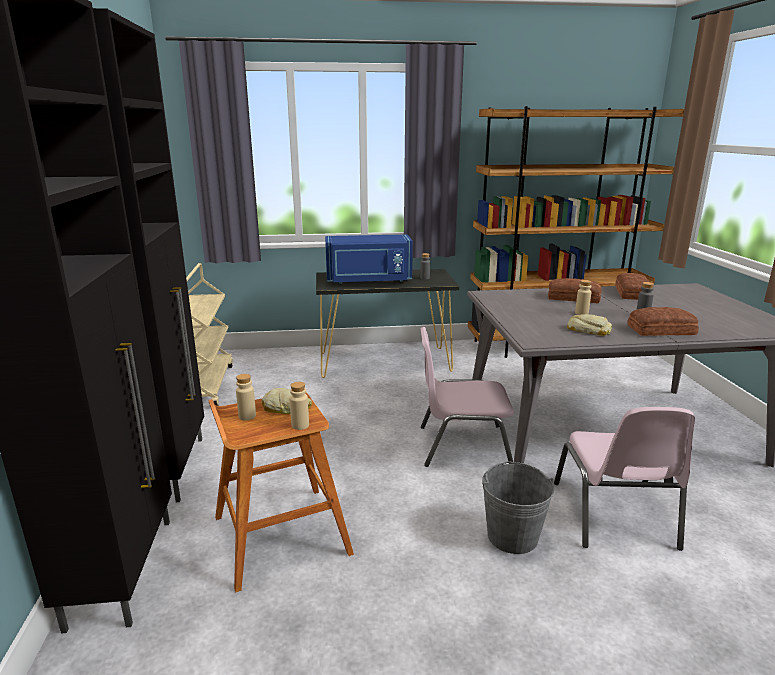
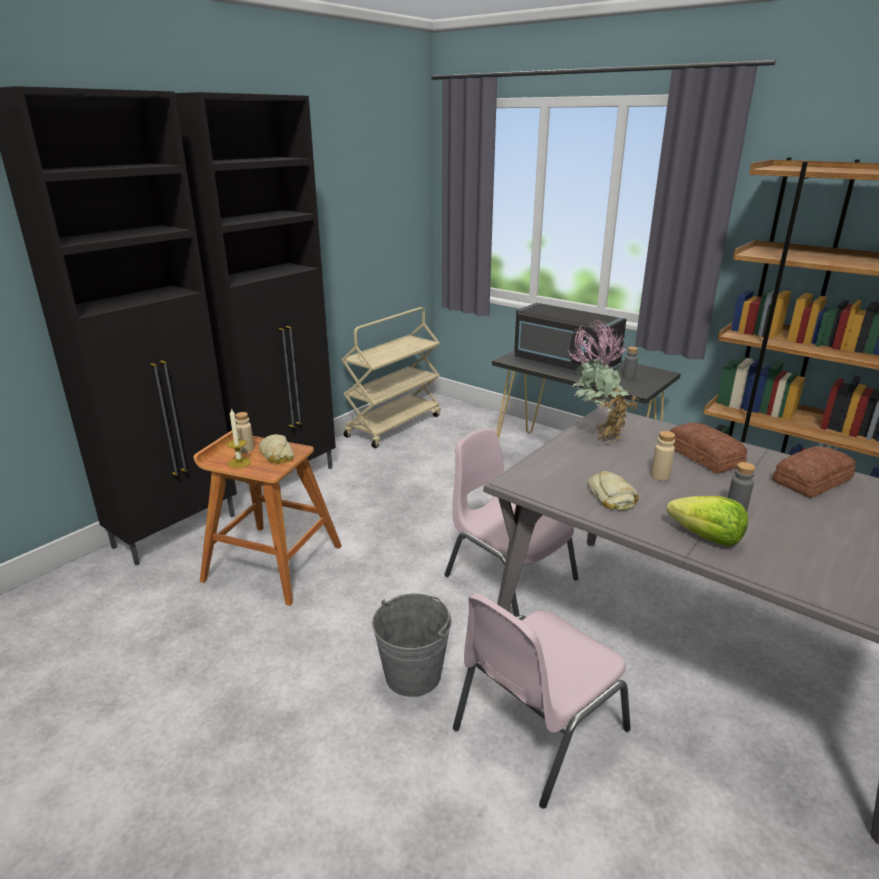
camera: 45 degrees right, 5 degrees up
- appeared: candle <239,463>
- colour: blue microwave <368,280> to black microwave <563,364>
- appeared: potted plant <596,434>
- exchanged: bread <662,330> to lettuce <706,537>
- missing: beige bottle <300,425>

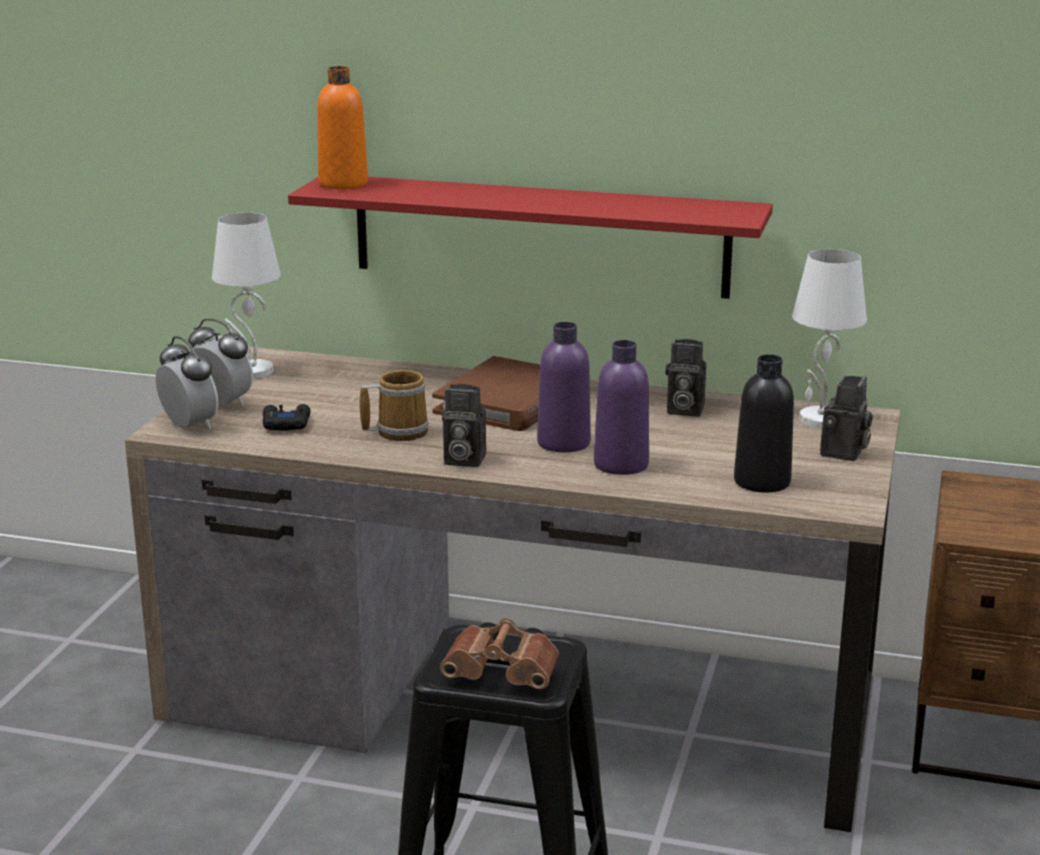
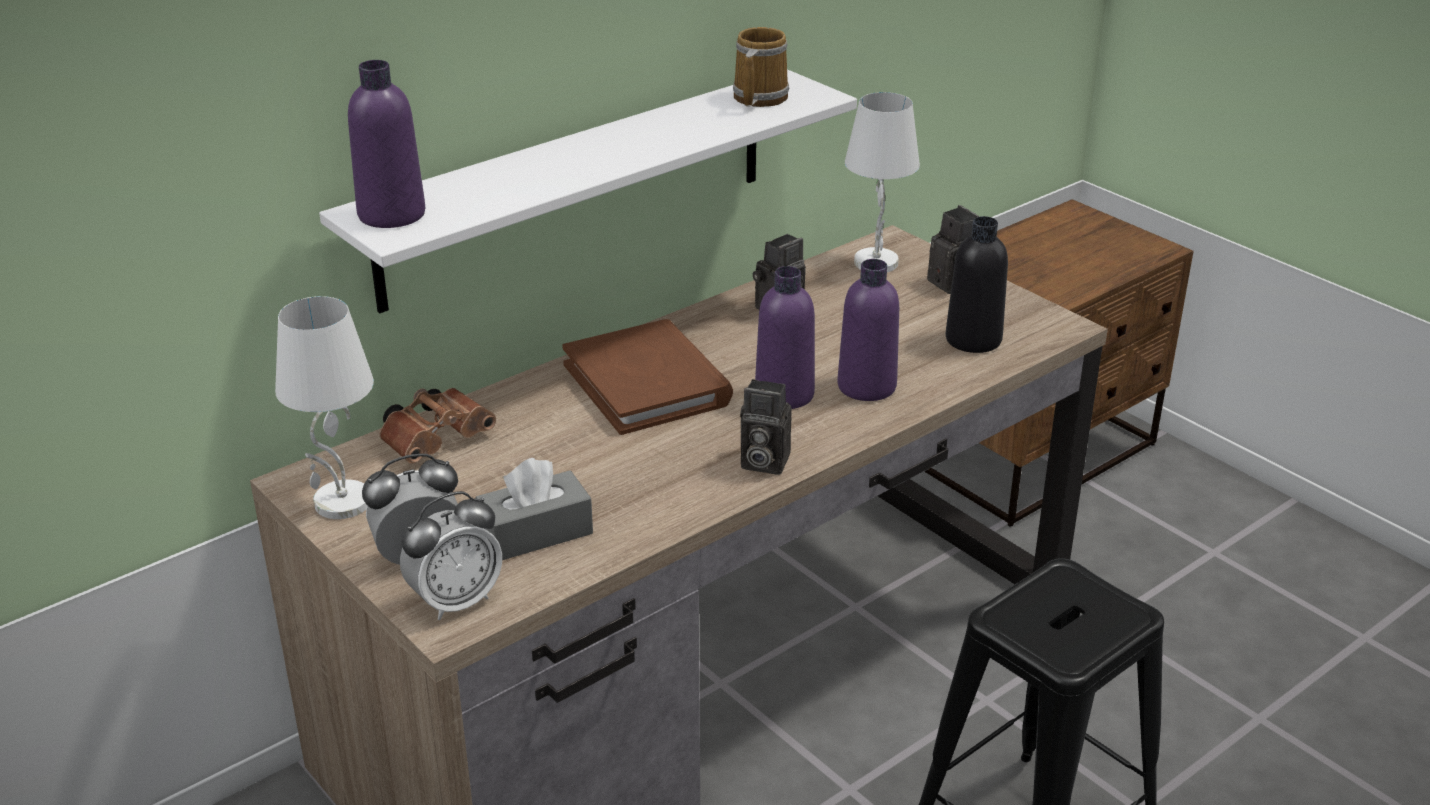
camera: 55 degrees left, 10 degrees up
- colour: red shelf <539,235> to white shelf <577,187>
- colour: orange bottle <343,184> to purple bottle <391,214>
- relocated: brown binoculars <505,675> to <439,439>
- spun: alarm clock <189,426> = <455,601> 150 degrees clockwise
- exchanged: black game controller <286,424> to grey tissue box <535,533>
- relocated: mug <398,431> to <757,98>
- spun: photo camera <462,460> = <761,462> 60 degrees clockwise

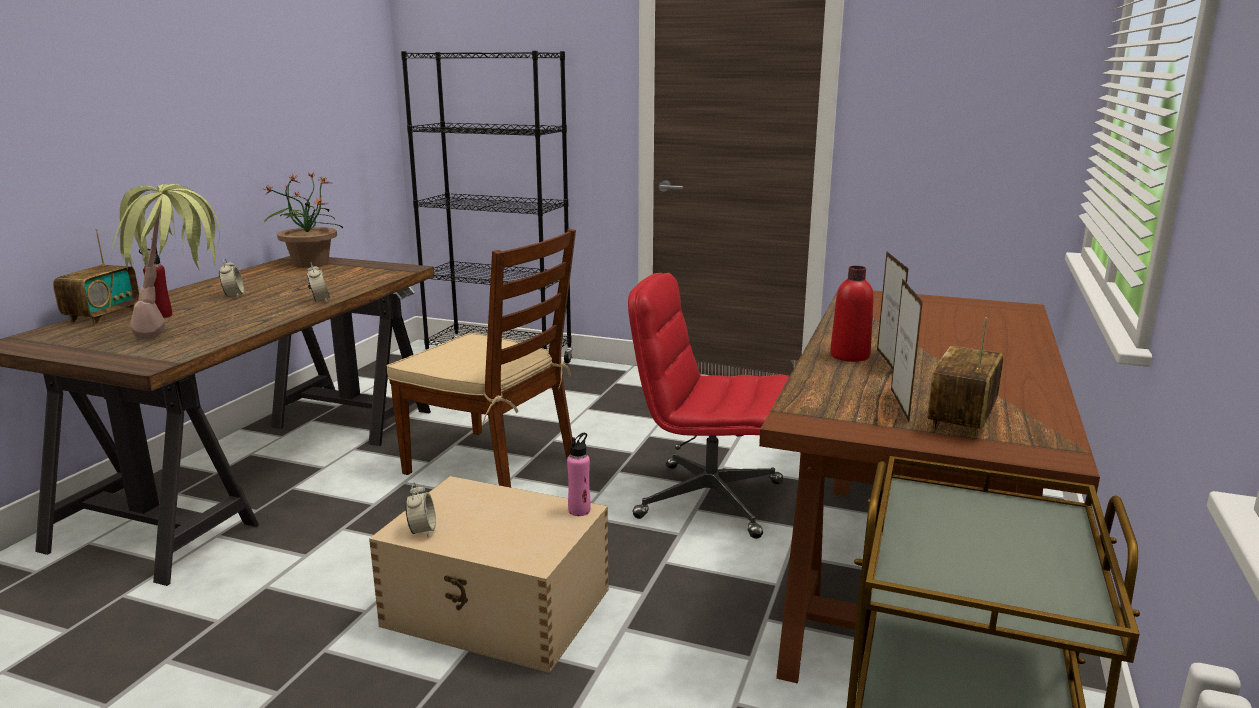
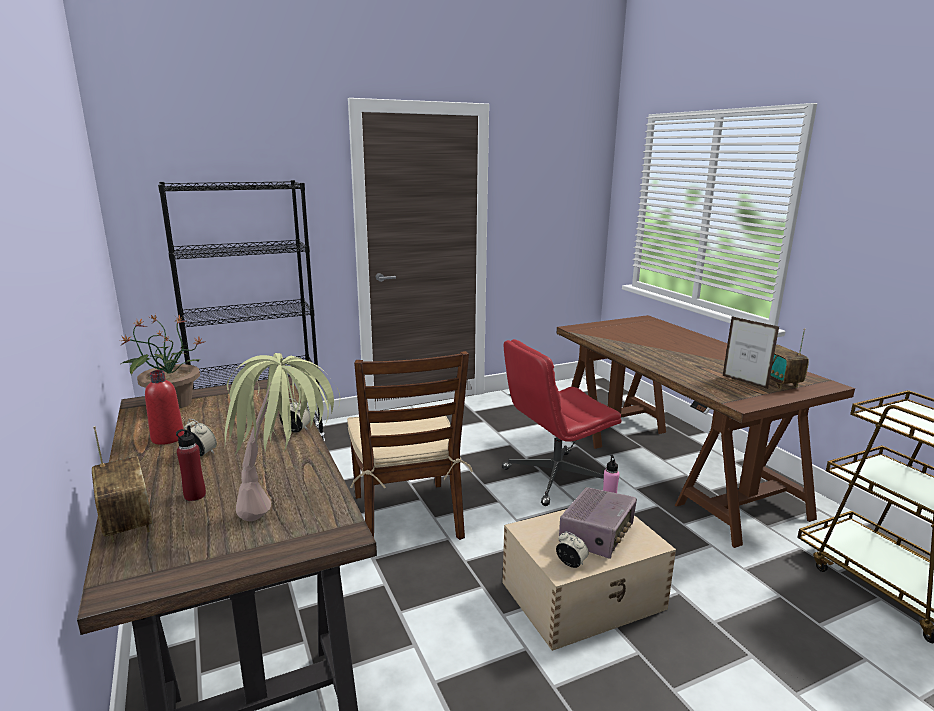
camera: 45 degrees left, 0 degrees up
- relocated: red bottle <849,356> to <168,438>
- spun: brown chair <492,465> = <407,517> 90 degrees clockwise
- appeared: radio <597,534>
- missing: picture frame <886,362>

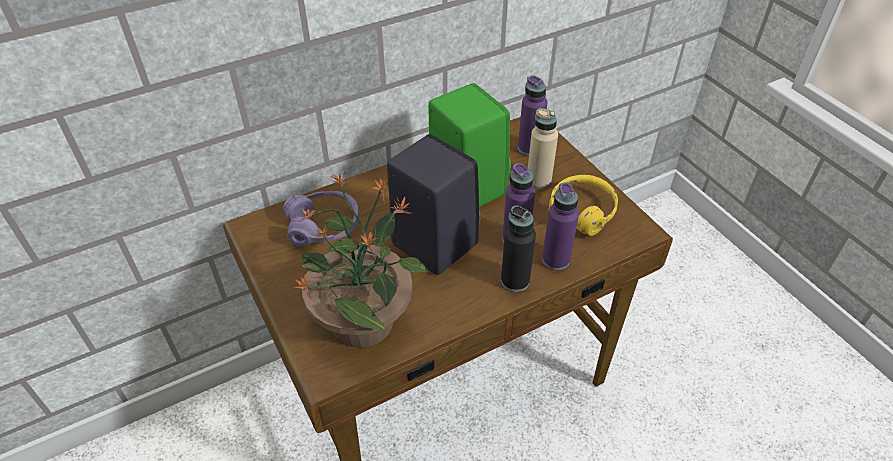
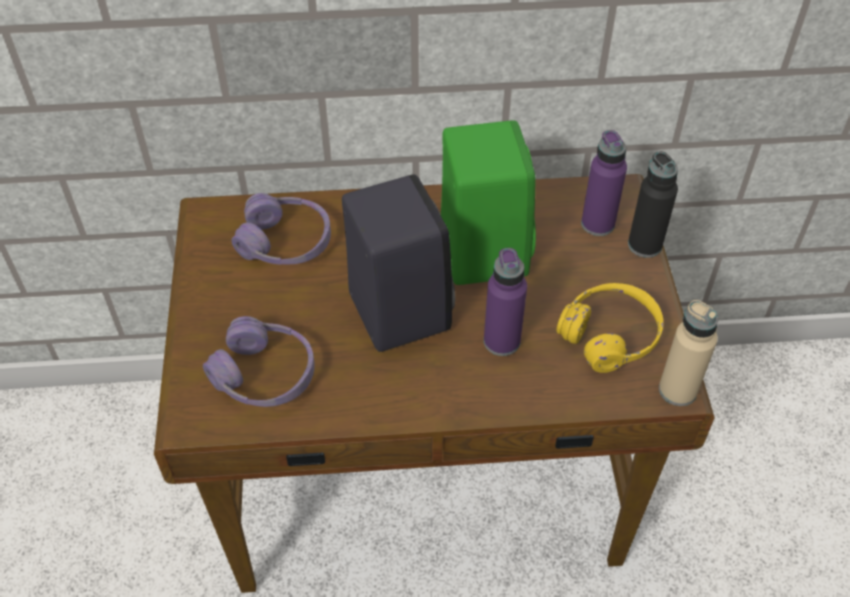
camera: 25 degrees right, 5 degrees up
- exchanged: potted plant <364,320> to purple headphones <264,375>
- relocated: black bottle <515,281> to <644,245>
- relocated: beige bottle <538,180> to <677,390>
- missing: purple bottle <555,259>

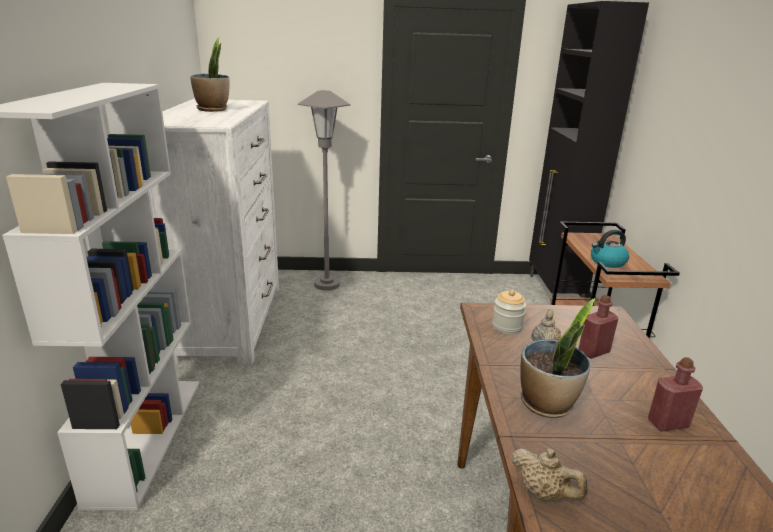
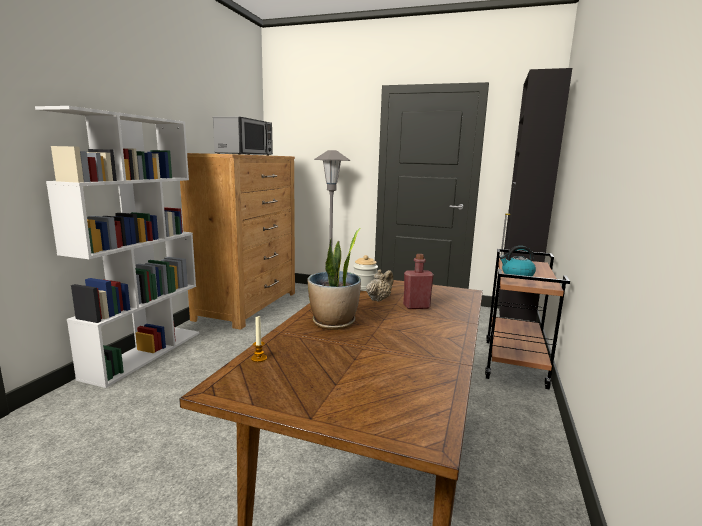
camera: 20 degrees right, 10 degrees down
- colour: white dresser <231,321> to brown dresser <248,305>
- exchanged: potted plant <213,109> to microwave <245,154>
- exchanged: beige teapot <544,493> to candle <259,358>
- missing: red bottle <668,423>

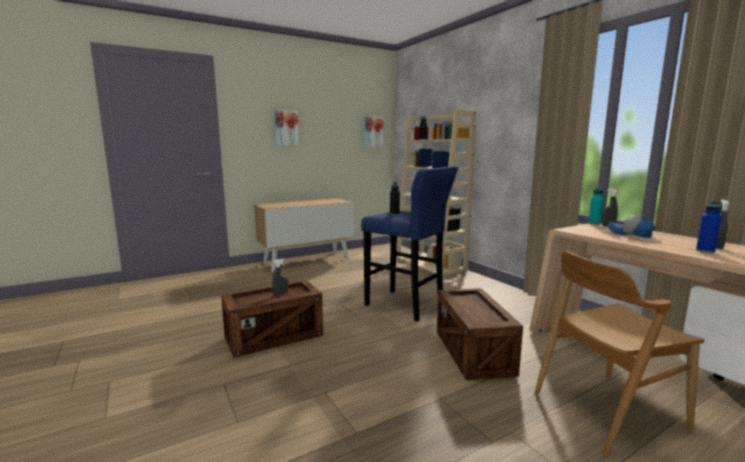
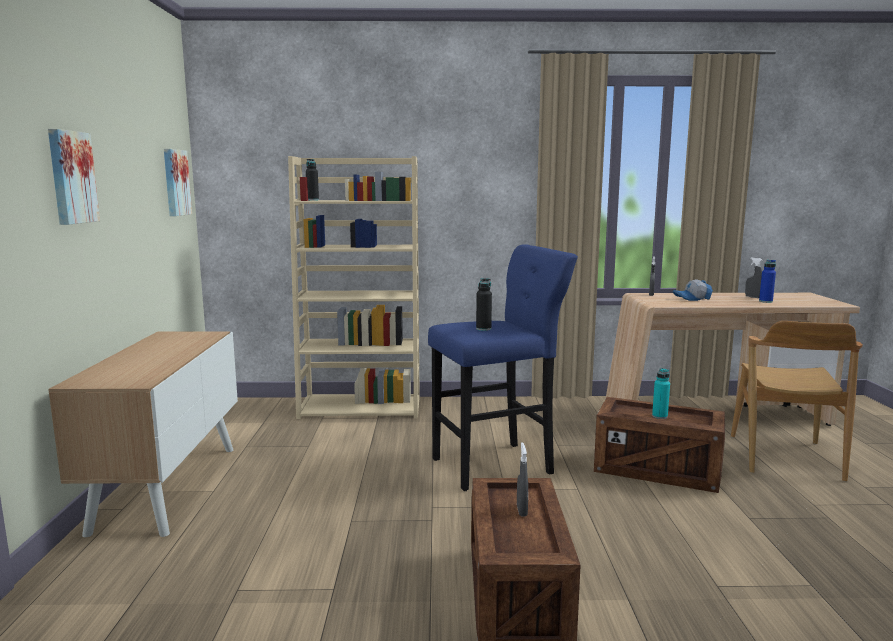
camera: 60 degrees left, 0 degrees up
- relocated: turquoise bottle <594,223> to <659,416>

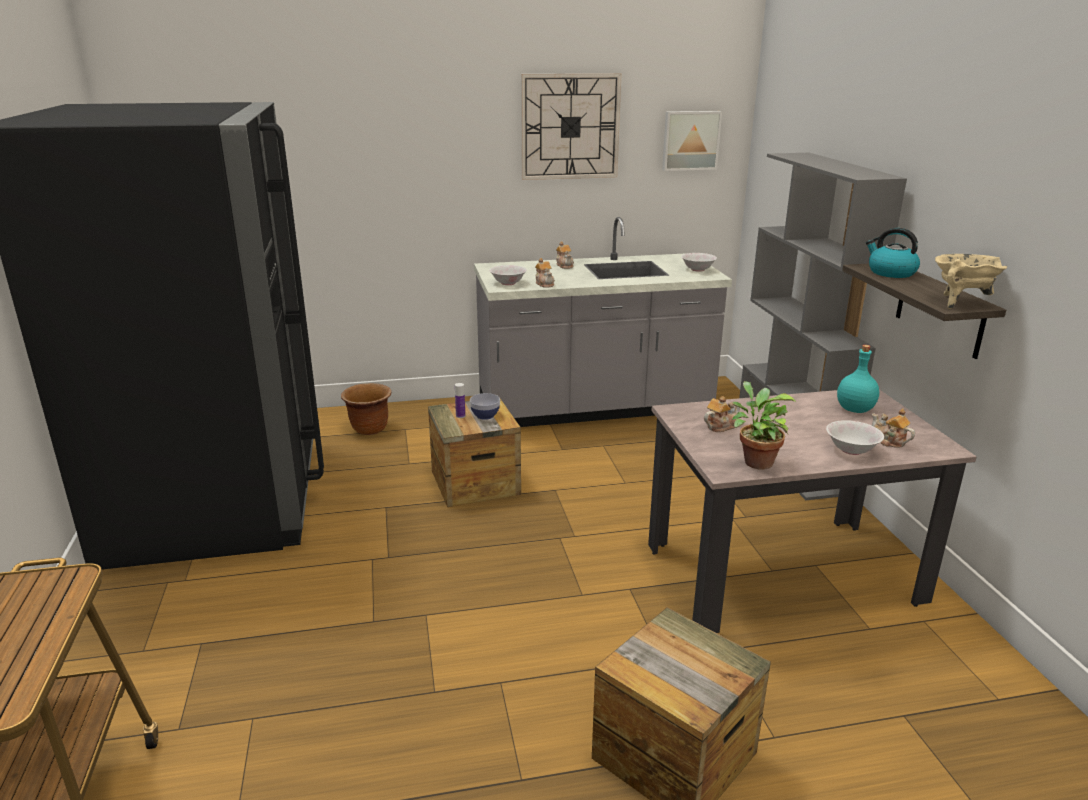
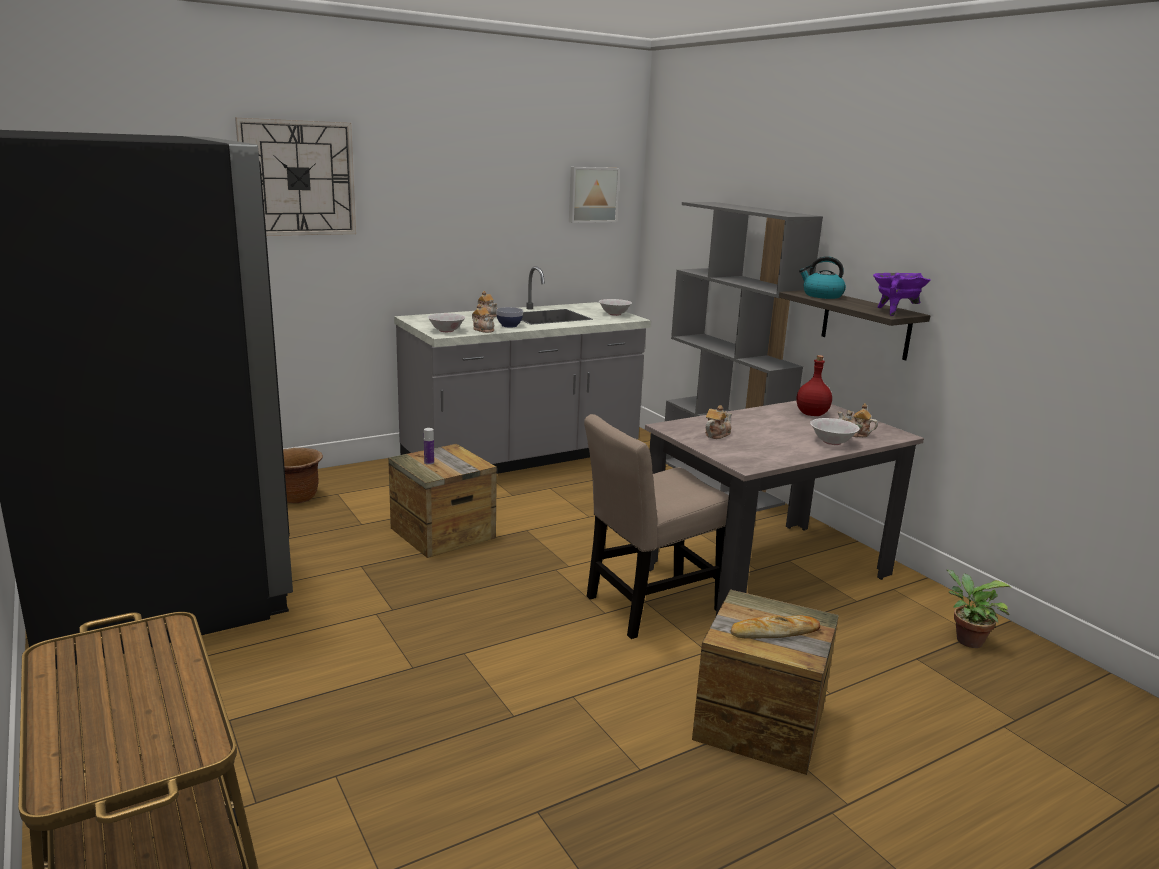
camera: 20 degrees left, 5 degrees down
- relocated: wall clock <570,127> to <298,178>
- relocated: bowl <485,415> to <509,325>
- appeared: beige chair <648,606>
- appeared: bread <774,632>
- colour: turquoise bottle <854,410> to red bottle <811,414>
- colour: beige cooking pot <960,302> to purple cooking pot <894,312>
- relocated: potted plant <755,461> to <965,640>

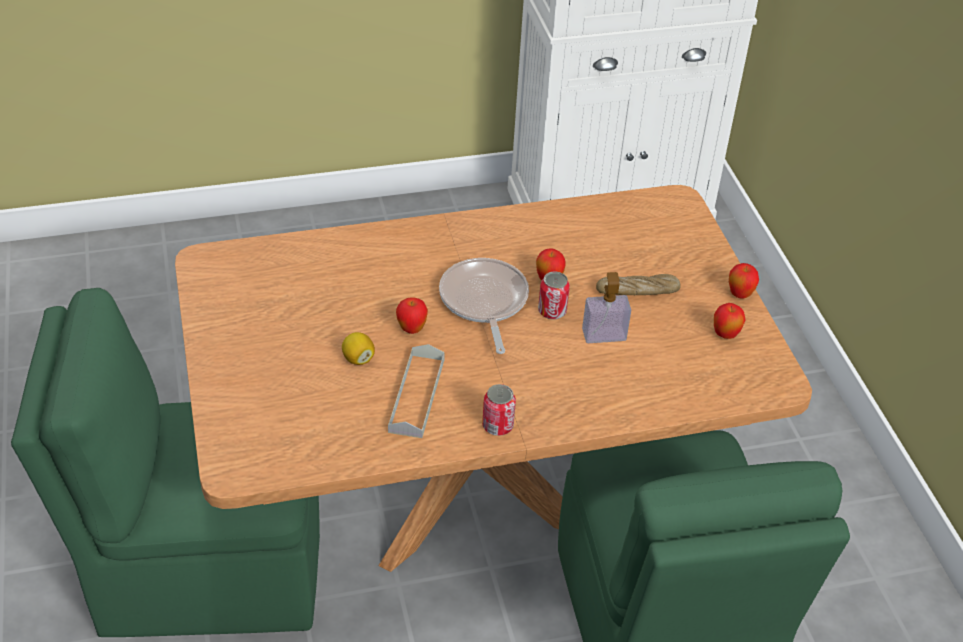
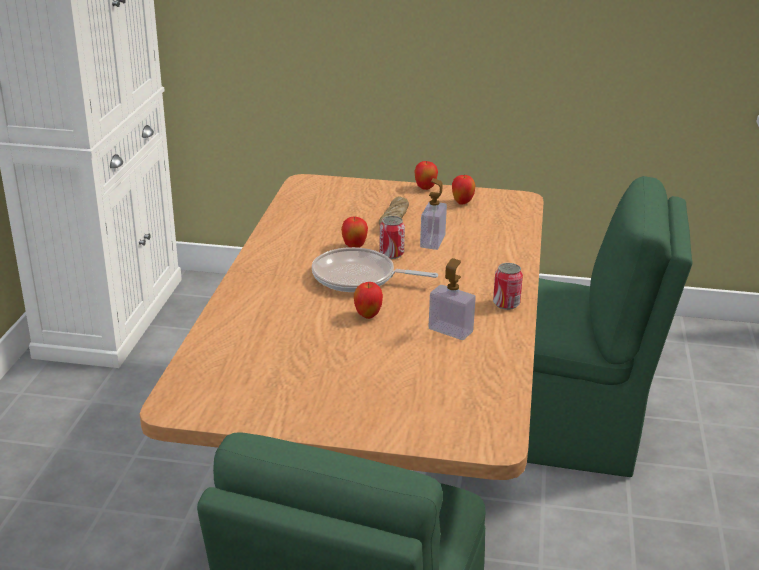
camera: 65 degrees left, 15 degrees down
- exchanged: grey tray <417,395> to soap dispenser <450,330>
- missing: lemon <358,359>

